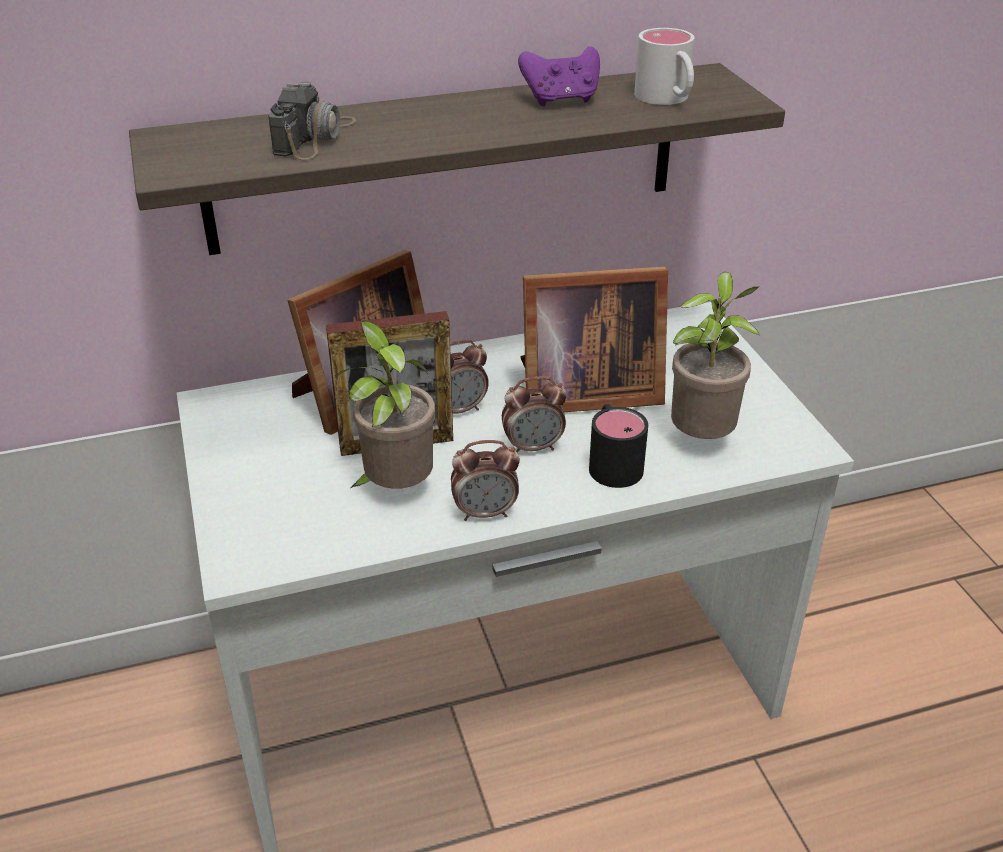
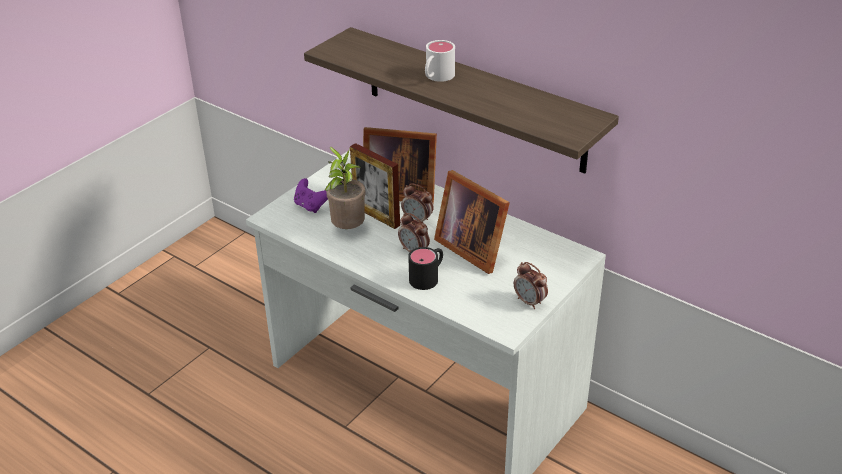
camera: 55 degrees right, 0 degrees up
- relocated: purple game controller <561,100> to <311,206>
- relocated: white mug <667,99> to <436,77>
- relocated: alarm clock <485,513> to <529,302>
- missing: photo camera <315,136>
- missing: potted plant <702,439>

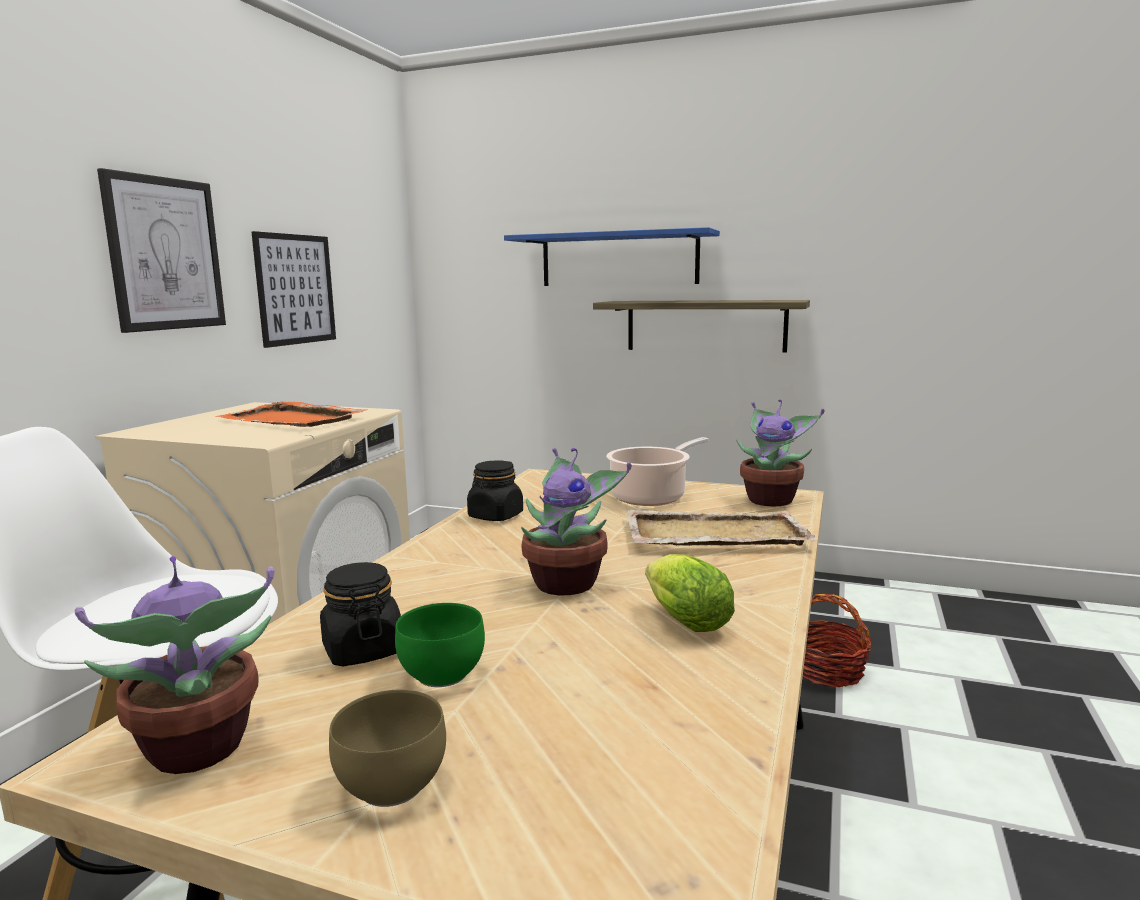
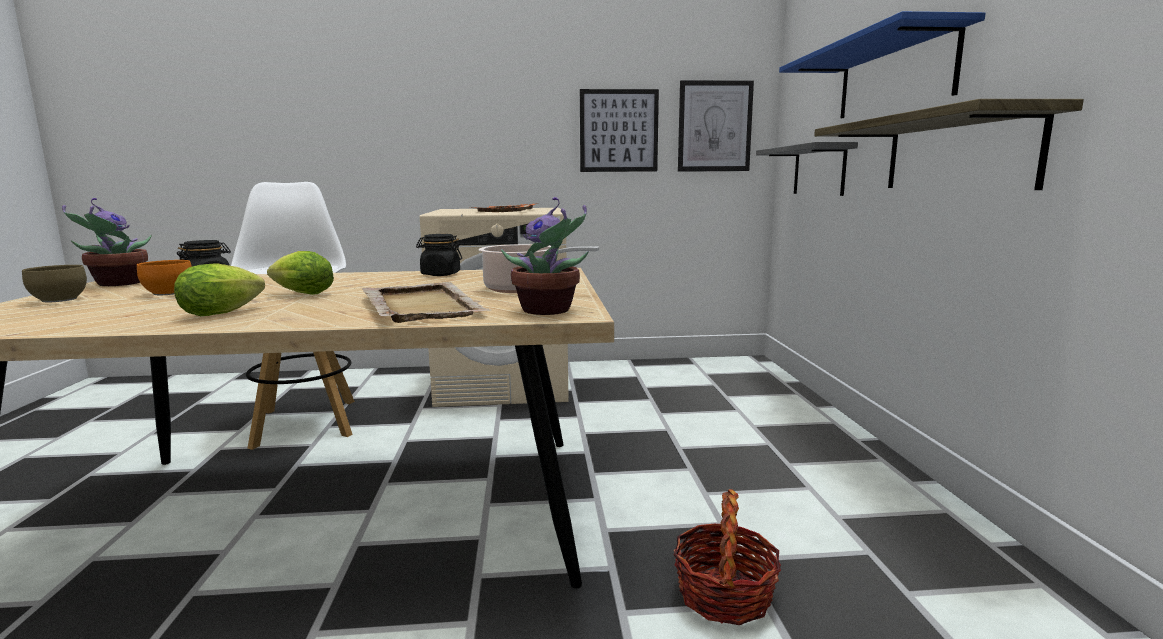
camera: 65 degrees right, 0 degrees up
- colour: green bowl <444,676> to orange bowl <167,293>
- exchanged: potted plant <568,583> to lettuce <300,294>
- relocated: picture <165,254> to <714,126>
- appeared: grey shelf <819,170>

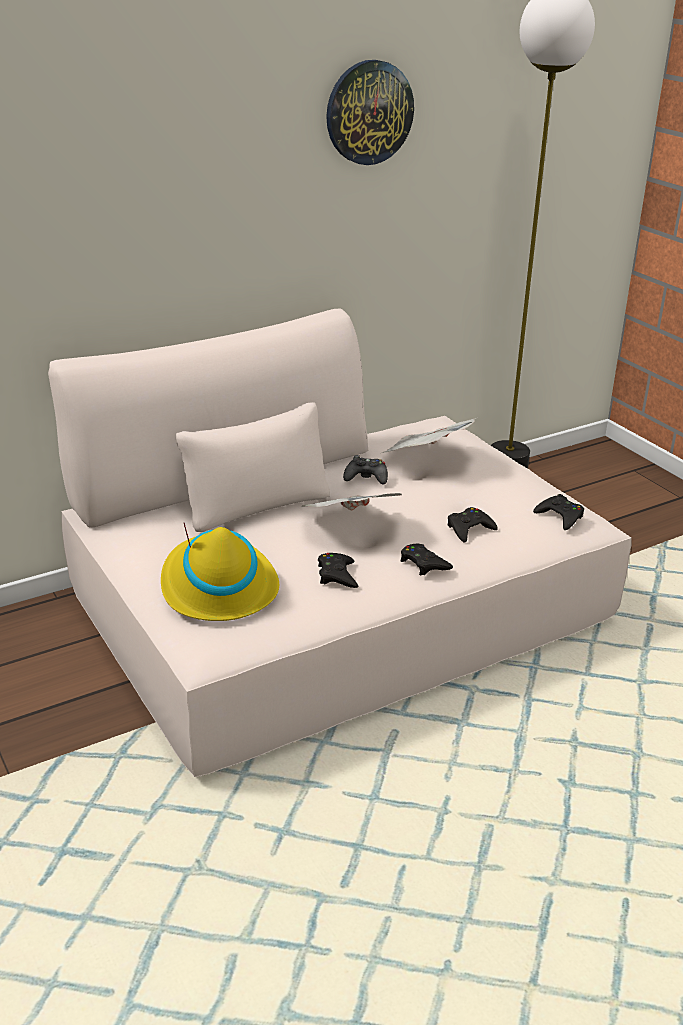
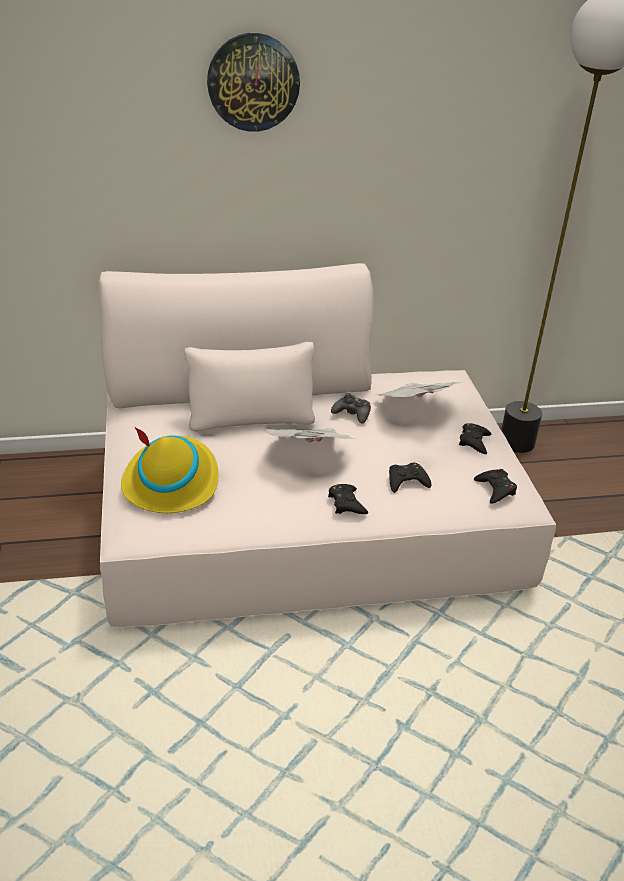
camera: 20 degrees right, 5 degrees up
- relocated: wall clock <369,112> to <253,82>
- relocated: black game controller <337,575> to <474,442>

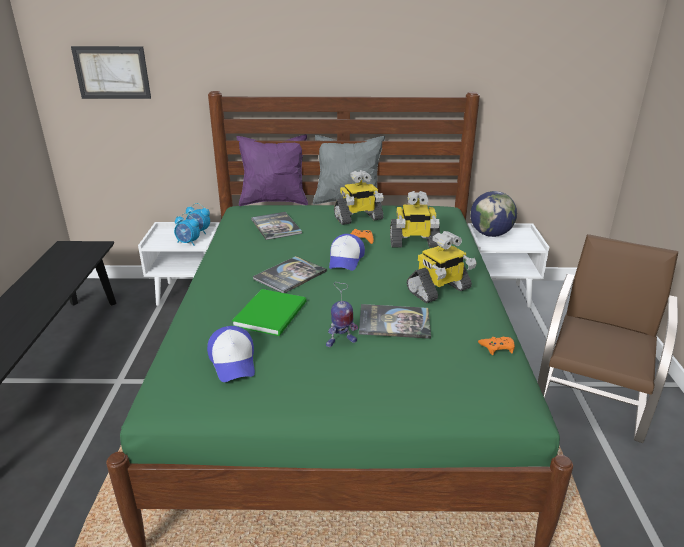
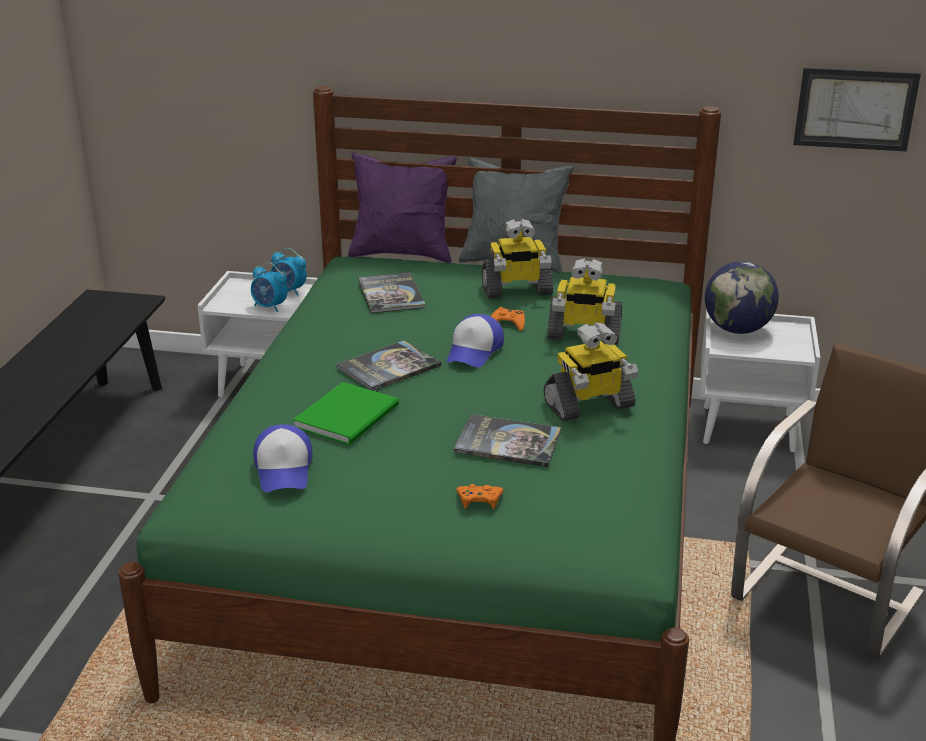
camera: 10 degrees right, 0 degrees up
- relocated: orange game controller <497,348> to <479,500>
- relocated: picture <112,72> to <855,109>
- missing: toy robot <340,342>

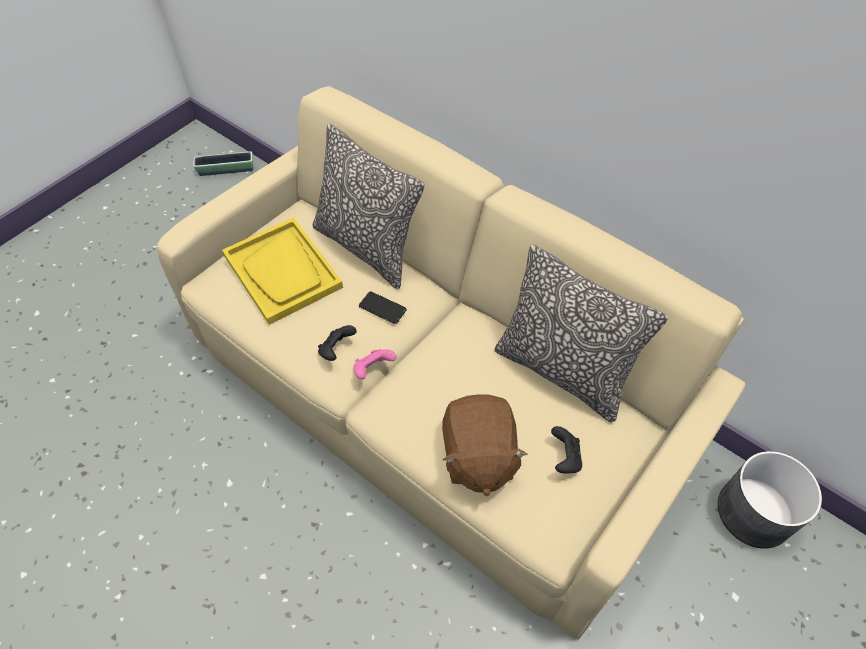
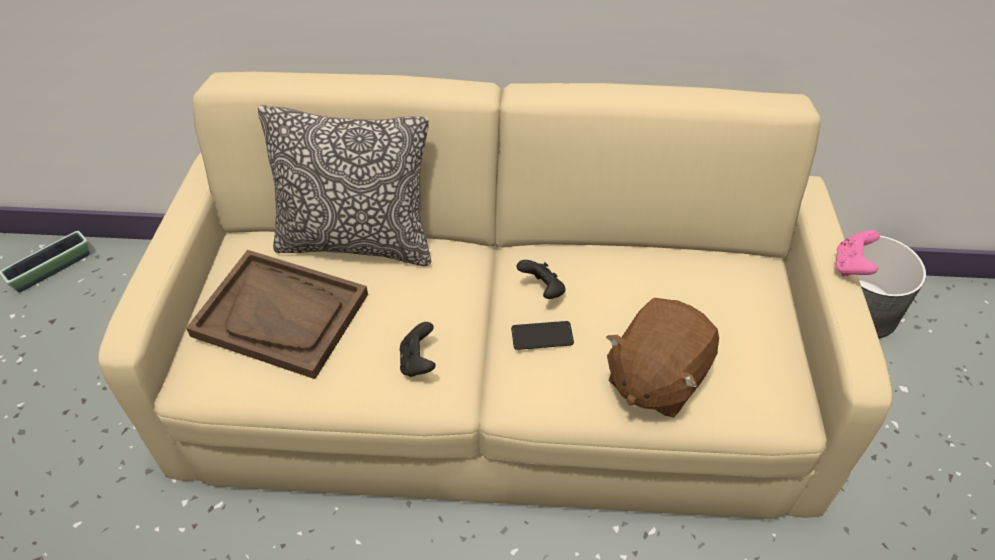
camera: 35 degrees left, 5 degrees down
- colour: yellow tray <283,272> to brown tray <281,315>
- relocated: phone <382,308> to <542,336>
- relocated: black game controller <564,458> to <542,290>
- spun: brown plush toy <478,456> = <655,377> 75 degrees clockwise
- relocated: pink game controller <373,370> to <851,266>
- missing: pillow <562,371>

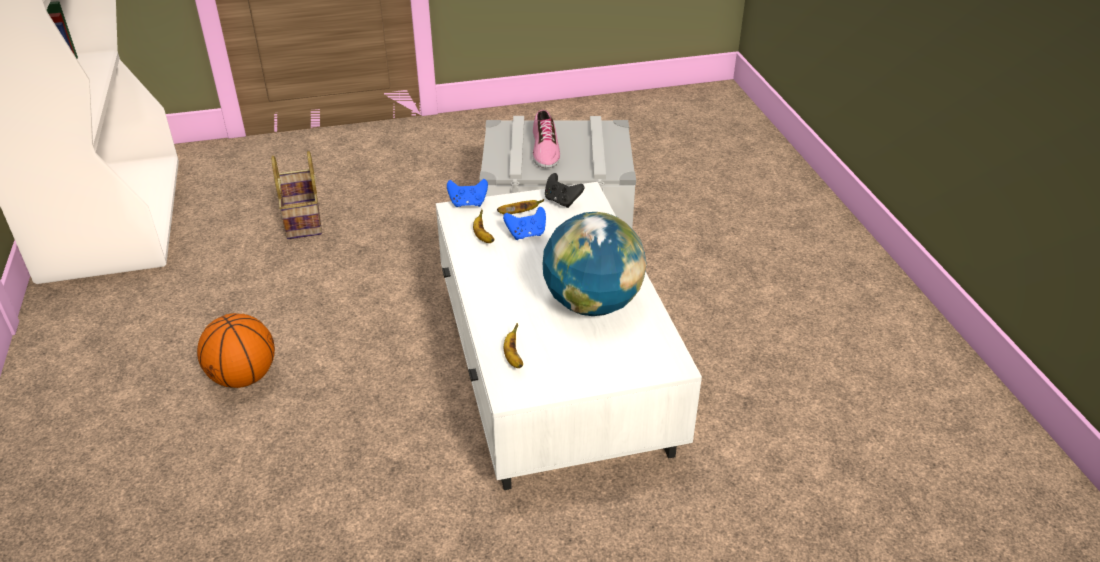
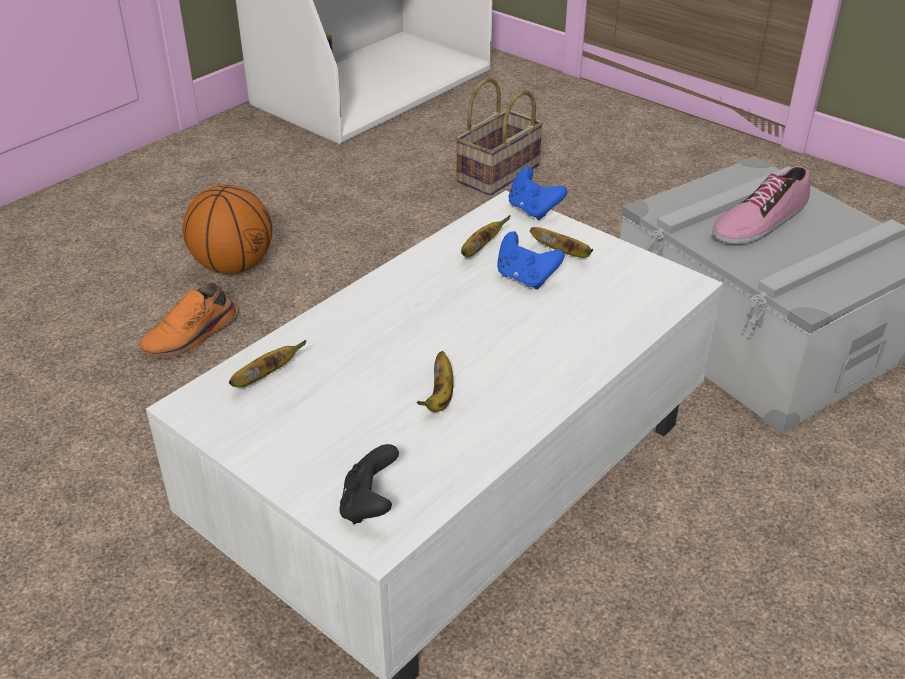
camera: 55 degrees right, 0 degrees up
- appeared: orange shoe <192,336>
- relocated: black game controller <562,201> to <369,505>
- exchanged: globe <592,304> to banana <440,396>

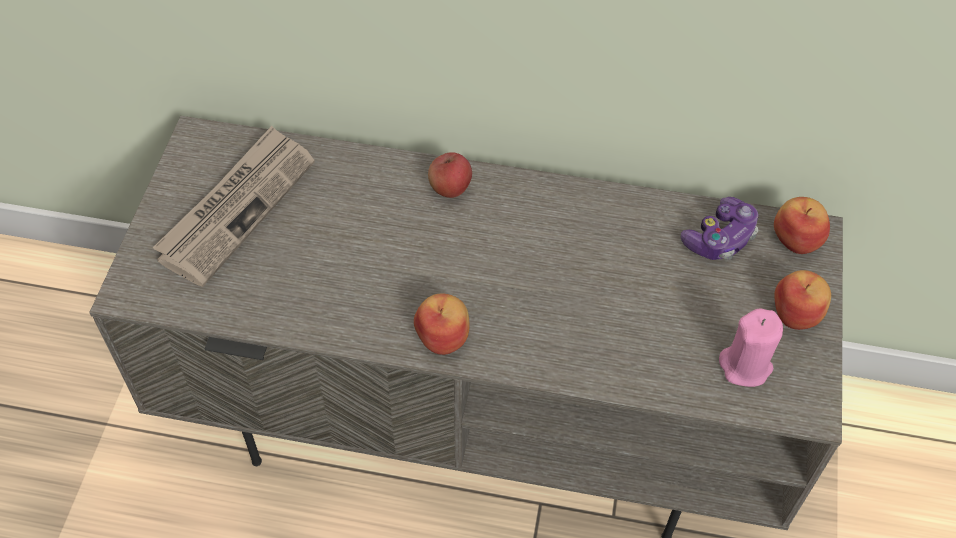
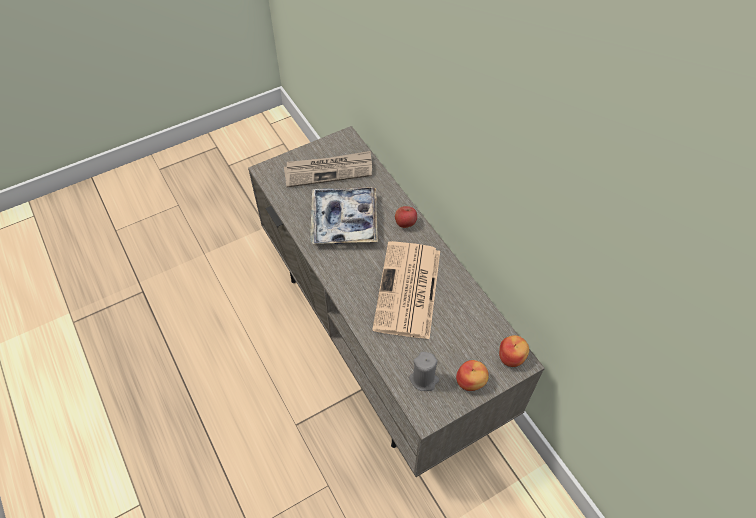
camera: 50 degrees right, 0 degrees up
- appeared: tray <344,220>
- appeared: newspaper <408,291>
- colour: pink candle <745,366> to grey candle <424,379>
- missing: apple <443,337>
- missing: game controller <720,238>

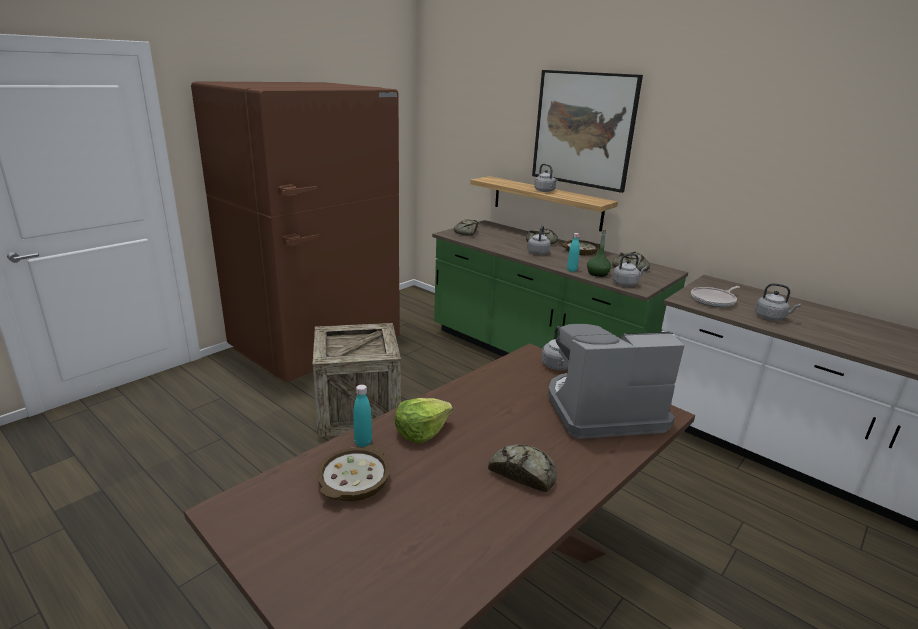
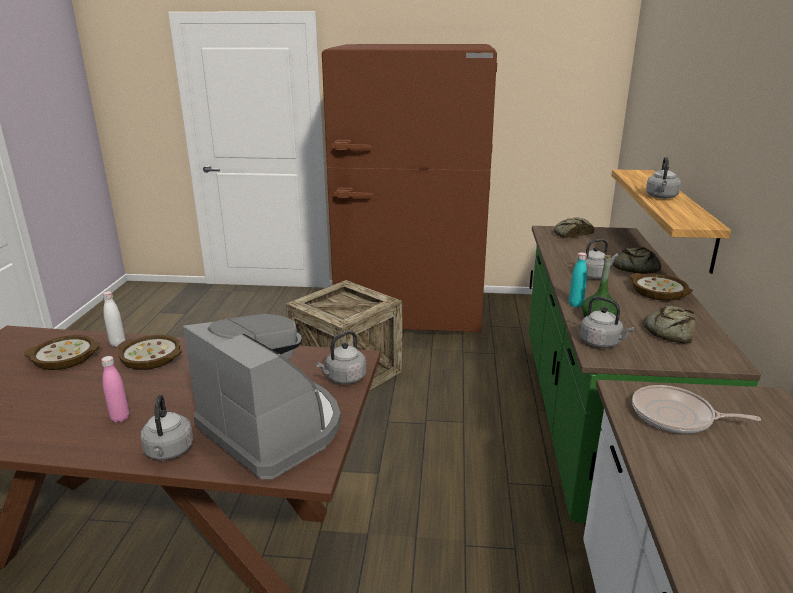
camera: 55 degrees right, 0 degrees up
- exchanged: bread <523,472> to pink bottle <120,418>
- colour: turquoise bottle <363,443> to white bottle <118,344>
- exchanged: lettuce <421,431> to bowl <151,357>
- relocated: grey kettle <771,317> to <169,452>
- missing: picture <583,129>

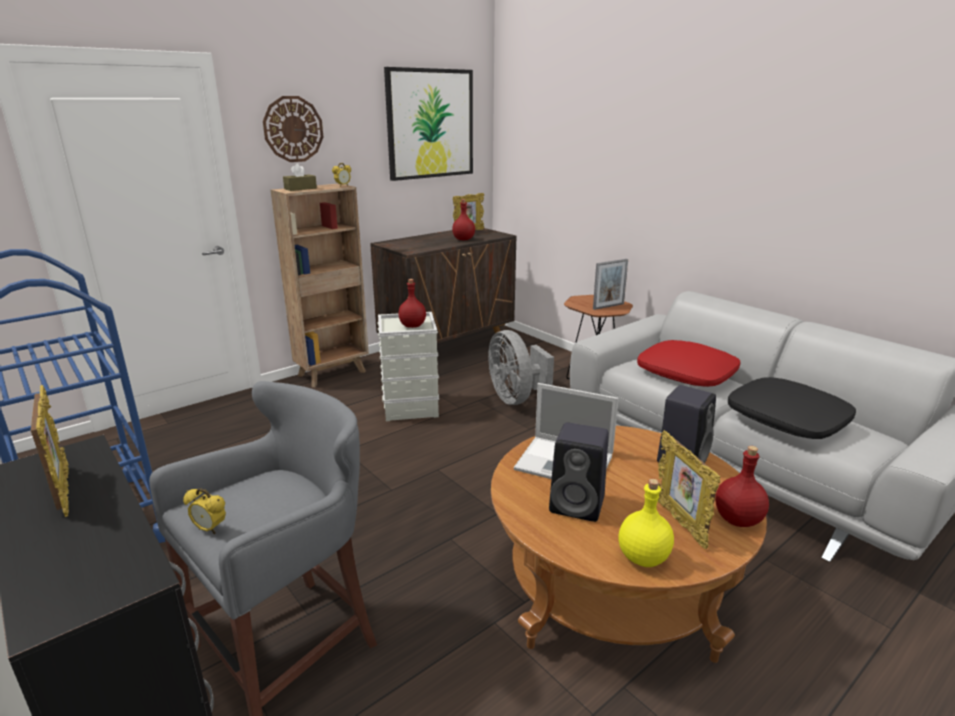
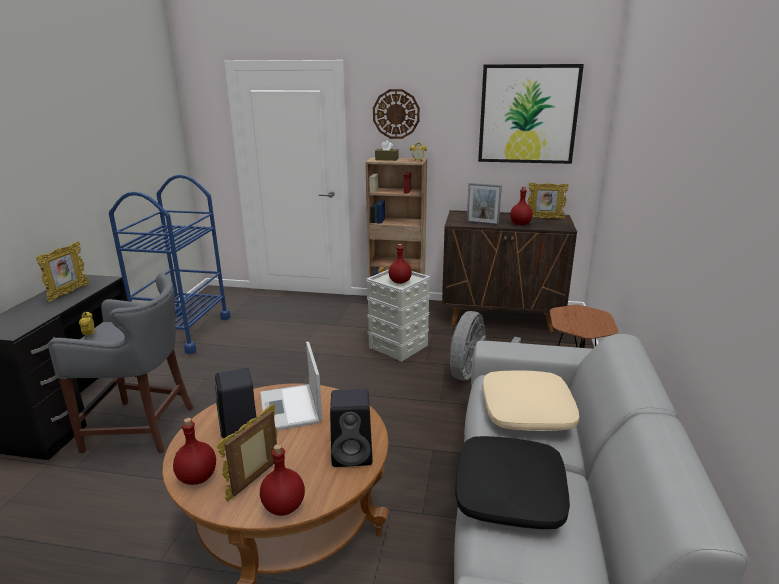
camera: 50 degrees right, 0 degrees up
- colour: yellow bottle <644,557> to red bottle <198,478>
- relocated: picture frame <608,306> to <482,223>
- colour: red pillow <687,373> to beige pillow <527,410>

